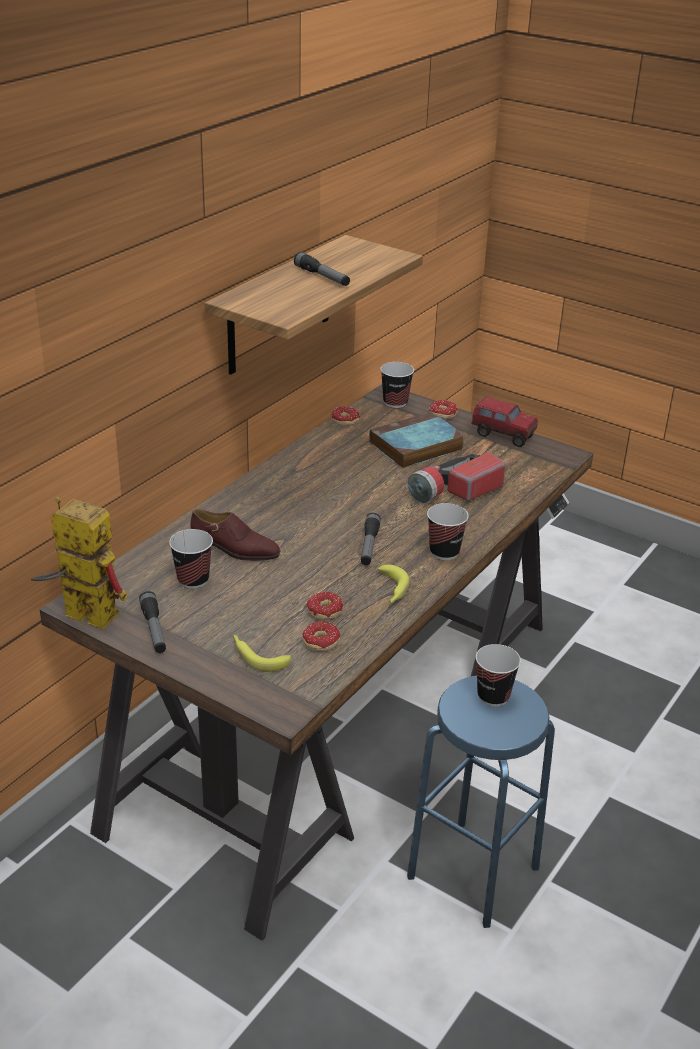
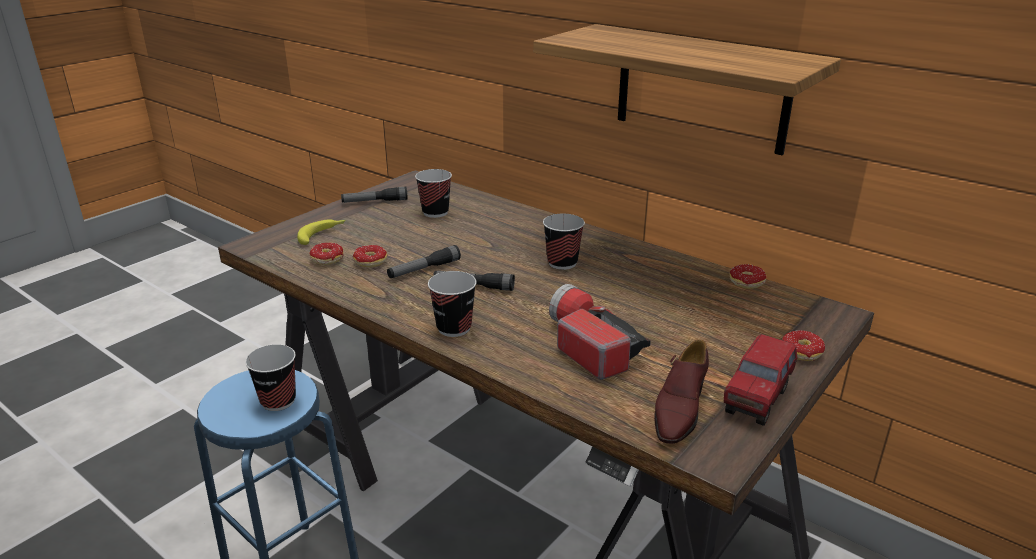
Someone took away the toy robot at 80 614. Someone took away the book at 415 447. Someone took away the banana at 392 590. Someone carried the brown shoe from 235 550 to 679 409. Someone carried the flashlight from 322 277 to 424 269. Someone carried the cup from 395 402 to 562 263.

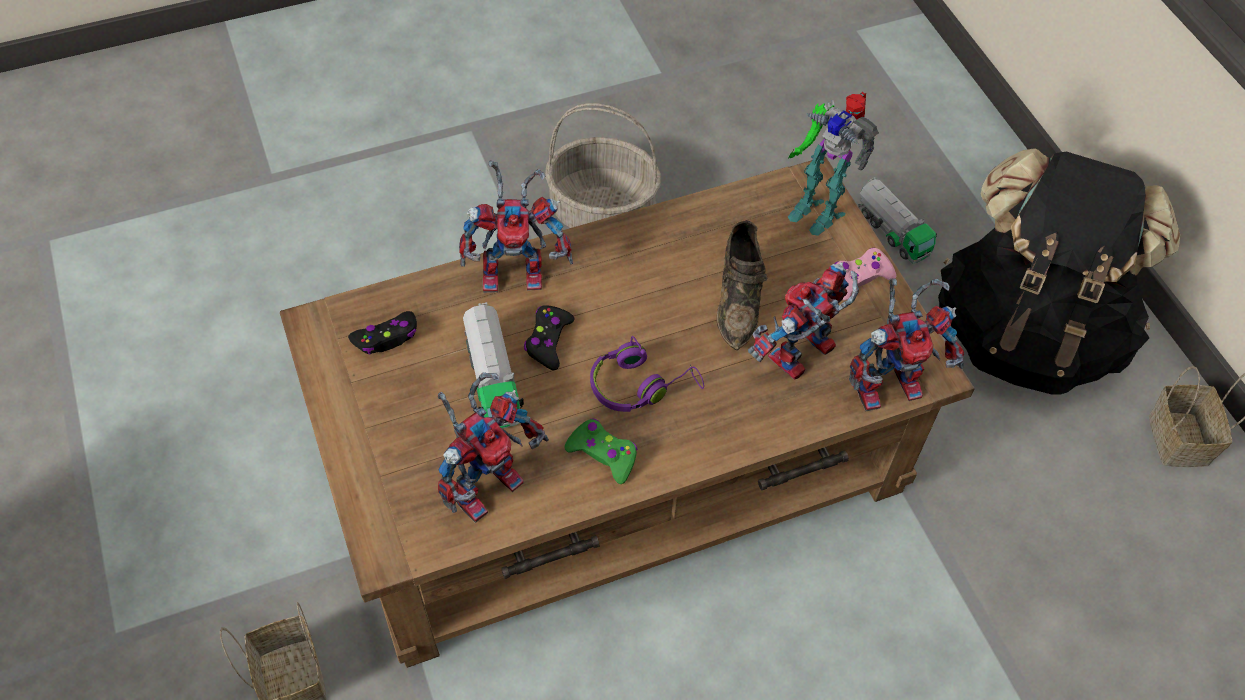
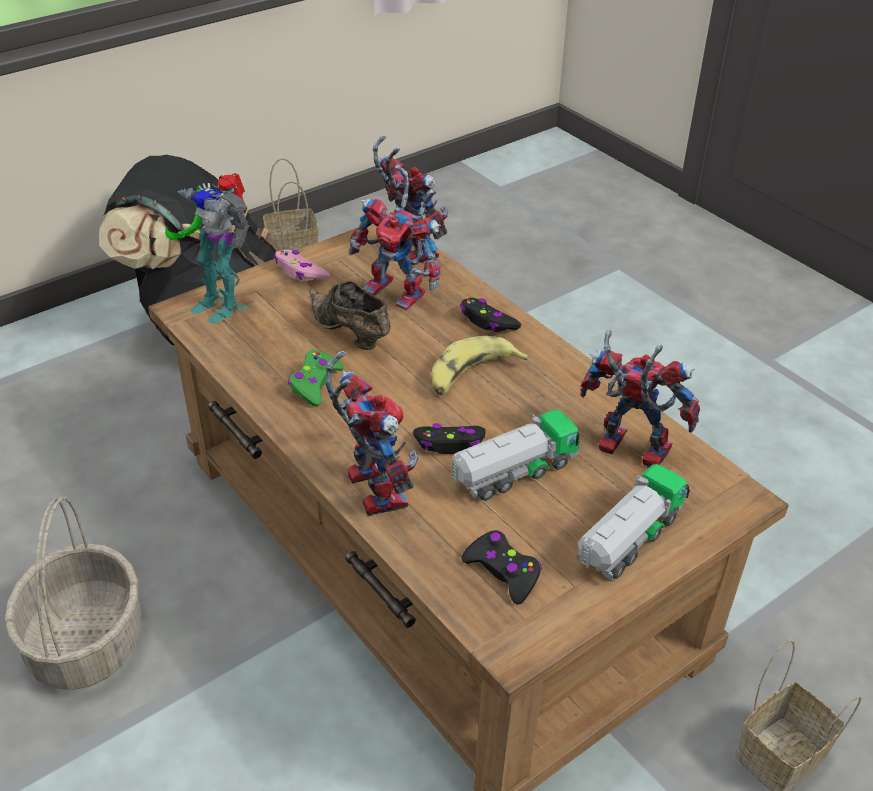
Someone put down the black game controller at 487 322. Someone carried the green game controller from 603 454 to 315 384. Someone carried the toy truck from 892 231 to 628 541. Someone swapped the purple headphones at 641 385 for the banana at 471 375. Someone rotated the brown shoe at 738 300 by 120 degrees counterclockwise. Someone rotated the toy robot at 816 208 by 105 degrees clockwise.

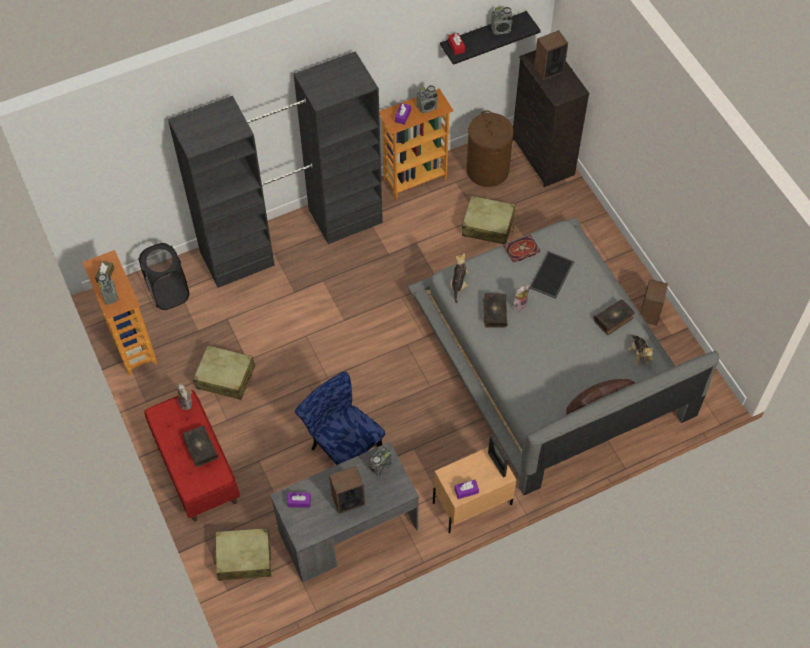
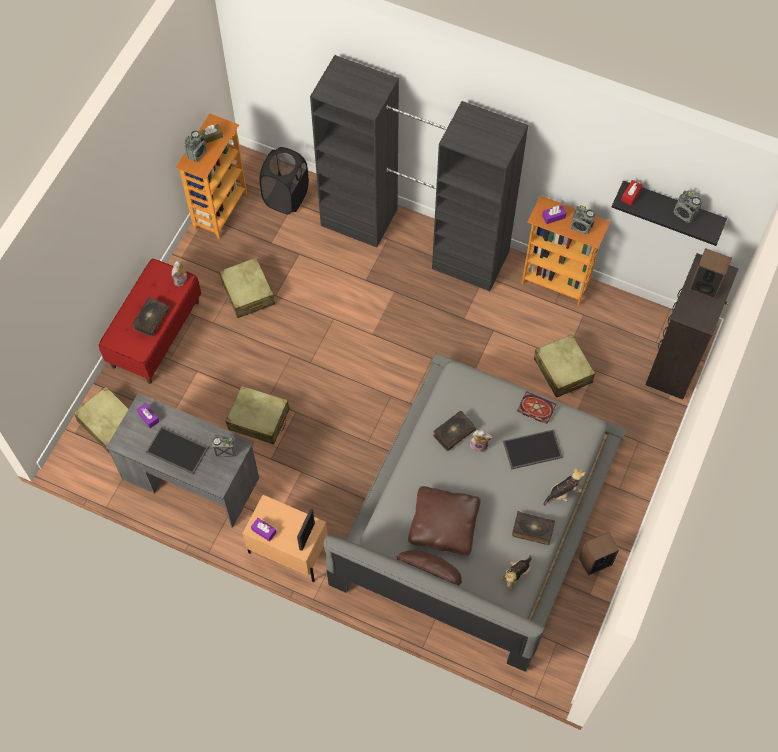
Someone took away the brown laundry basket at 487 170. Someone put down the brown pillow at 444 524. Someone carried the plush toy from 458 284 to 563 492. Someone swapped the blue chair at 342 446 for the beige suitcase at 259 419. Someone swapped the speaker at 348 499 for the tray at 178 449.

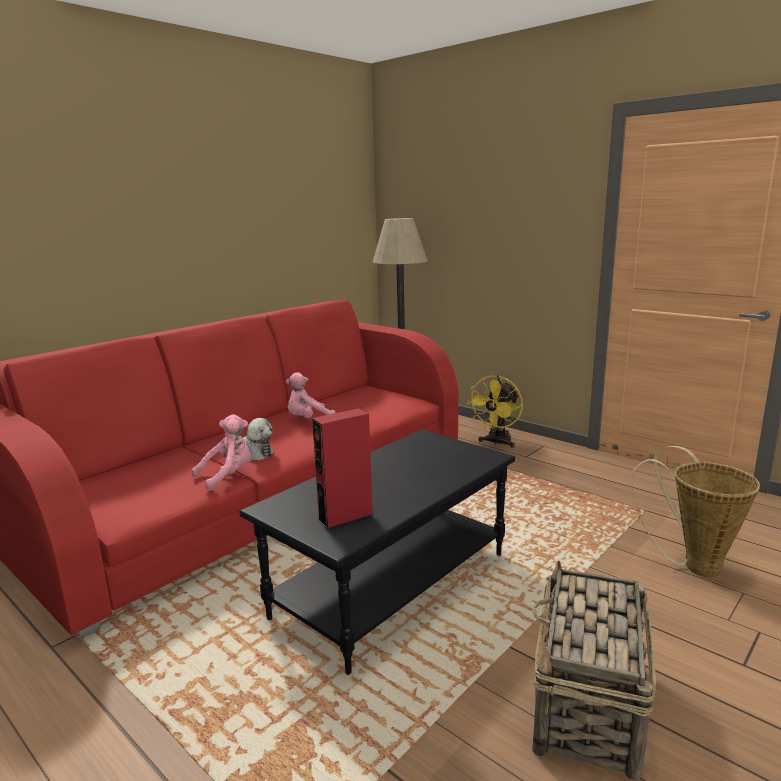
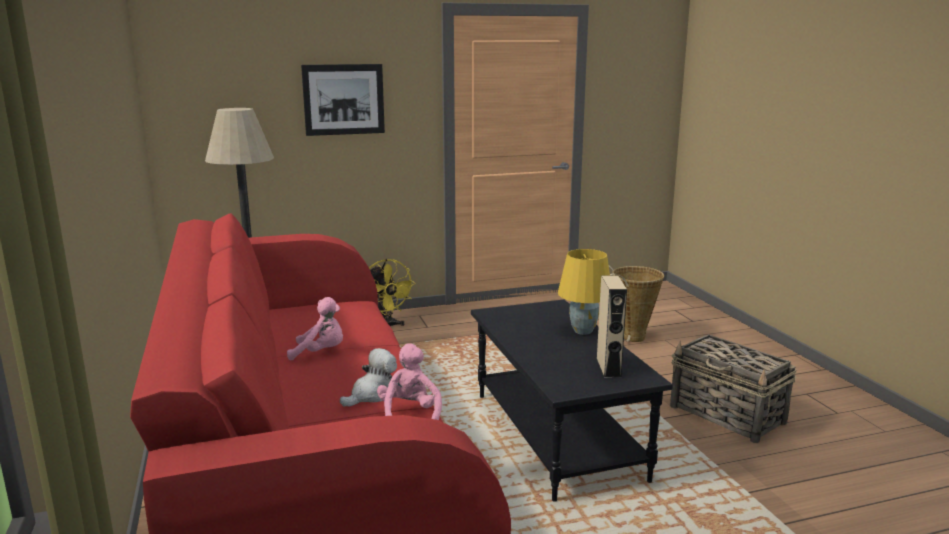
Someone put up the picture at 343 99. Someone put down the yellow table lamp at 583 331. Someone repainted the red speaker at 346 517, which became the beige speaker at 608 367. Someone rotated the pink plush toy at 308 420 by 90 degrees counterclockwise.

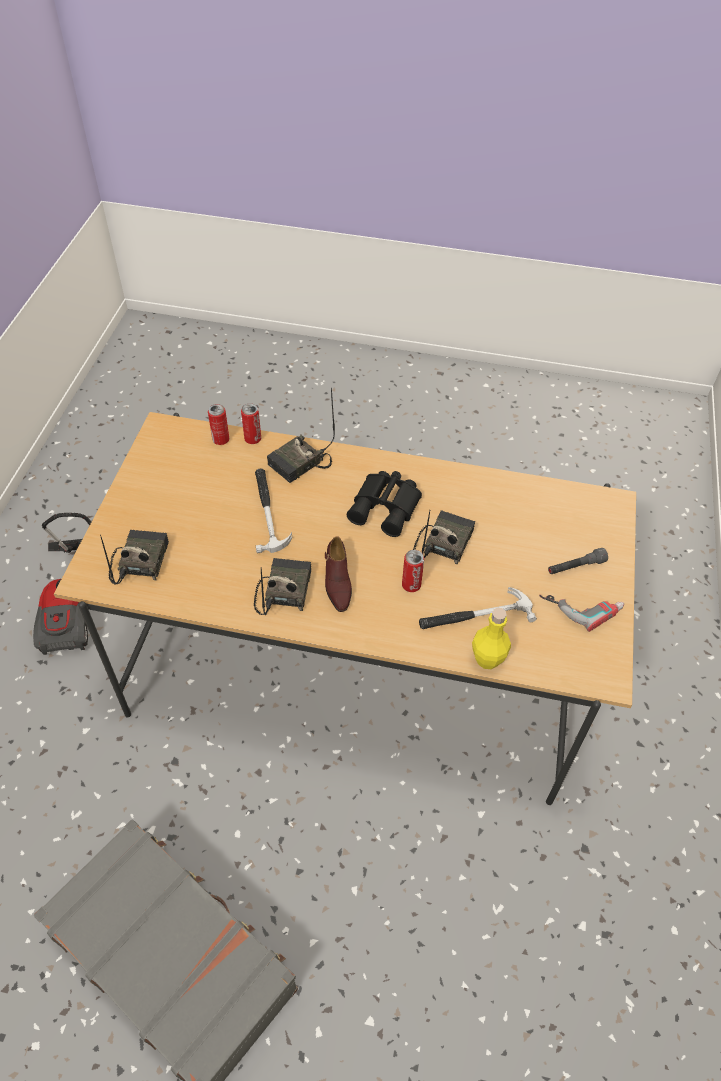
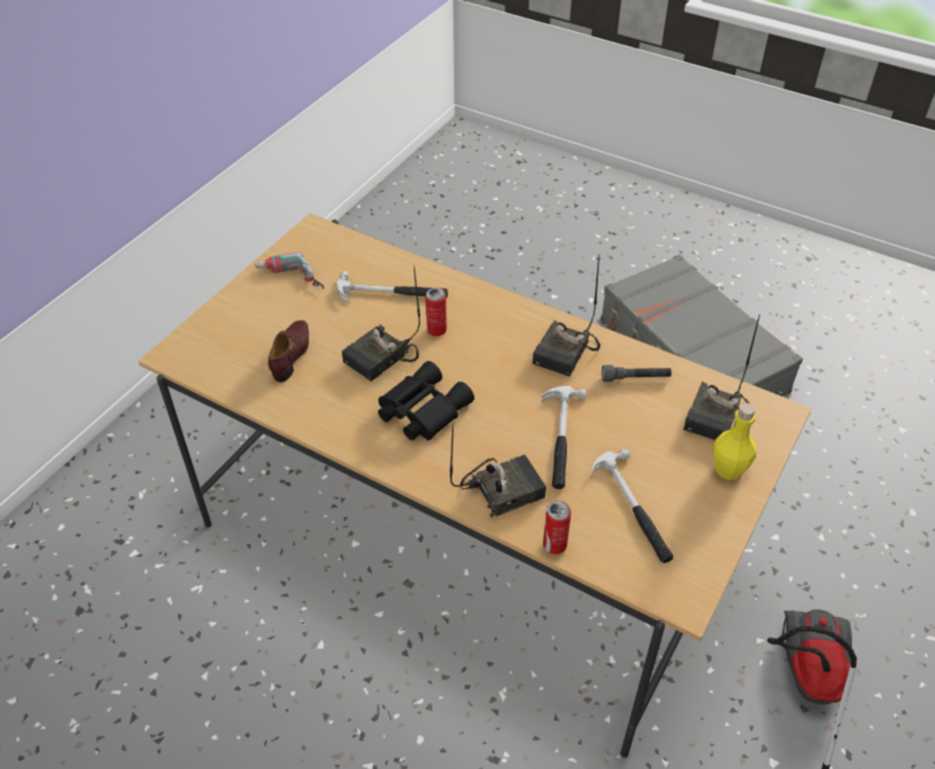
Someone took away the can at 221 439. Someone put down the hammer at 633 509. Someone carried the brown shoe from 337 582 to 292 354. Someone carried the yellow bottle from 487 659 to 728 470. Someone carried the grey flashlight from 575 567 to 635 378.

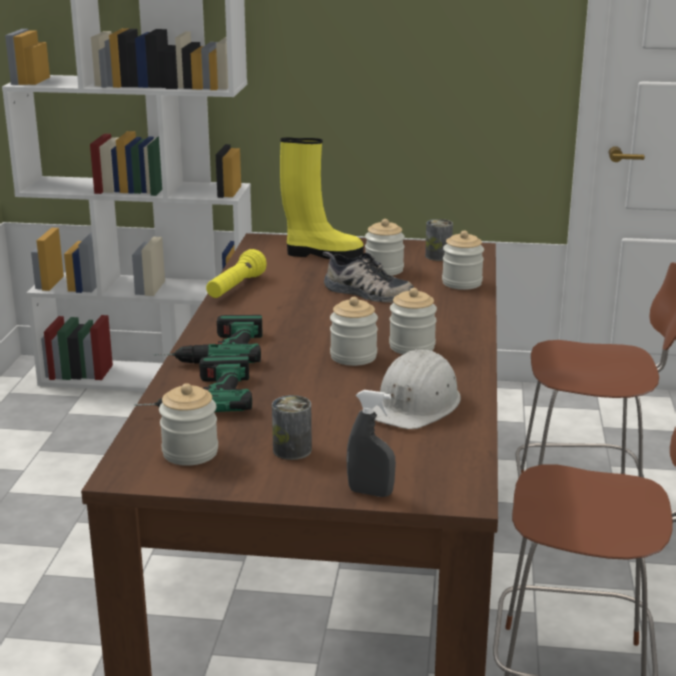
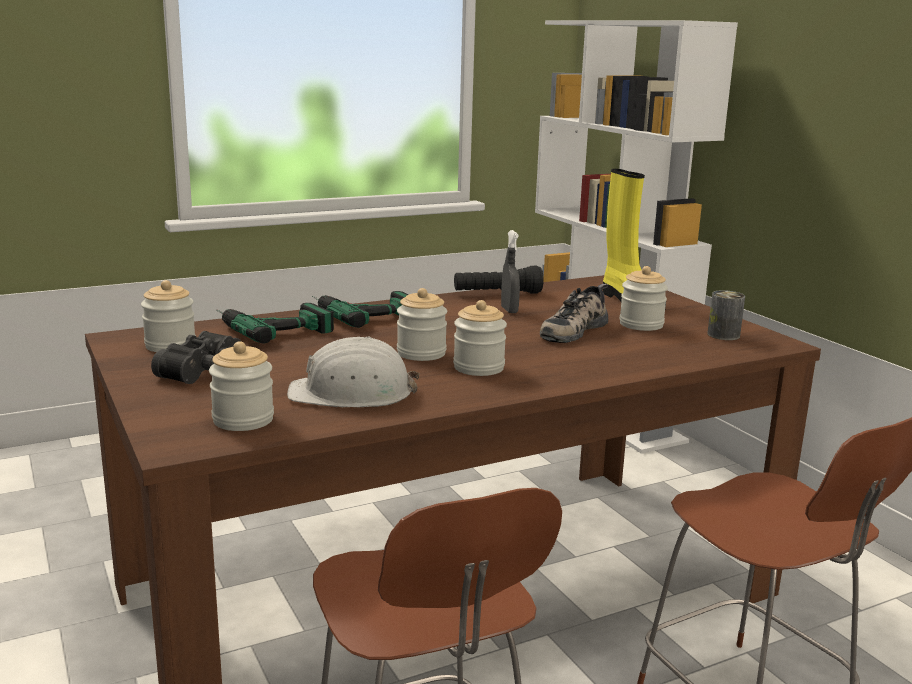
Someone carried the grey spray bottle from 370 492 to 509 310. Someone carried the jar from 462 283 to 243 420. Someone swapped the can at 292 450 for the black binoculars at 207 371. Someone repainted the yellow flashlight at 235 288, which became the black flashlight at 497 294. Someone rotated the shoe at 365 292 by 45 degrees clockwise.

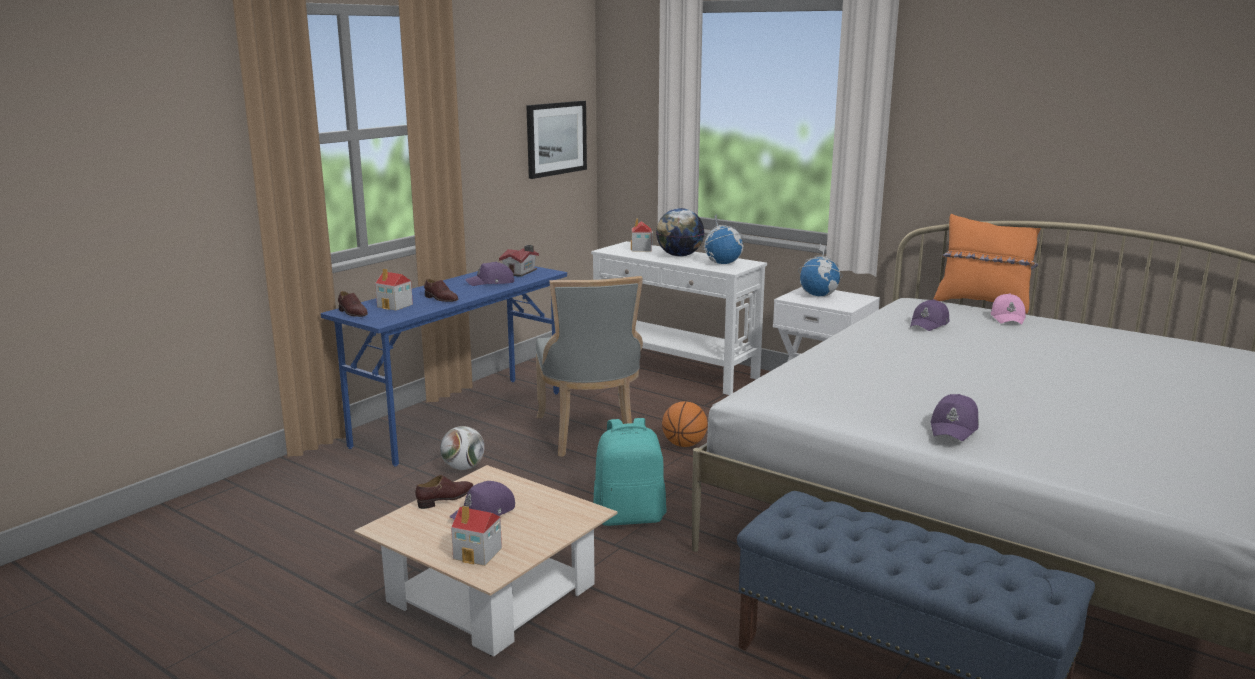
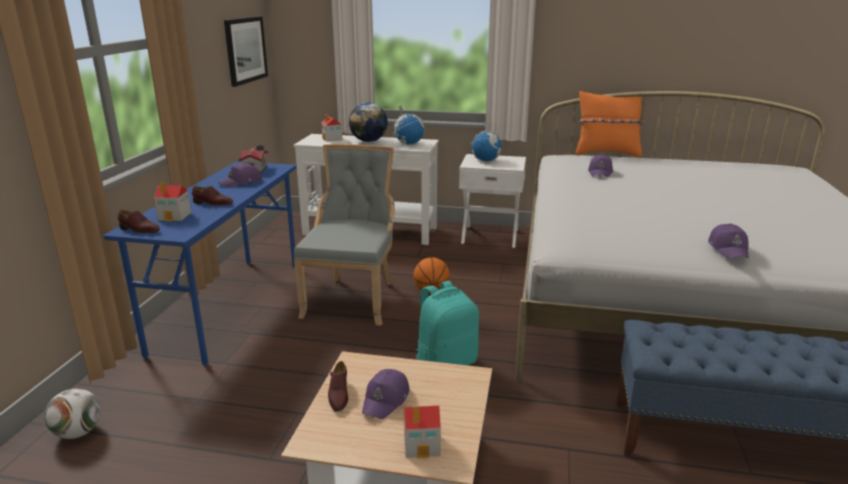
Someone took away the pink cap at 1008 318. Someone carried the football from 463 468 to 78 432. Someone rotated the brown shoe at 446 499 by 150 degrees clockwise. Someone rotated the grey chair at 589 435 by 135 degrees counterclockwise.

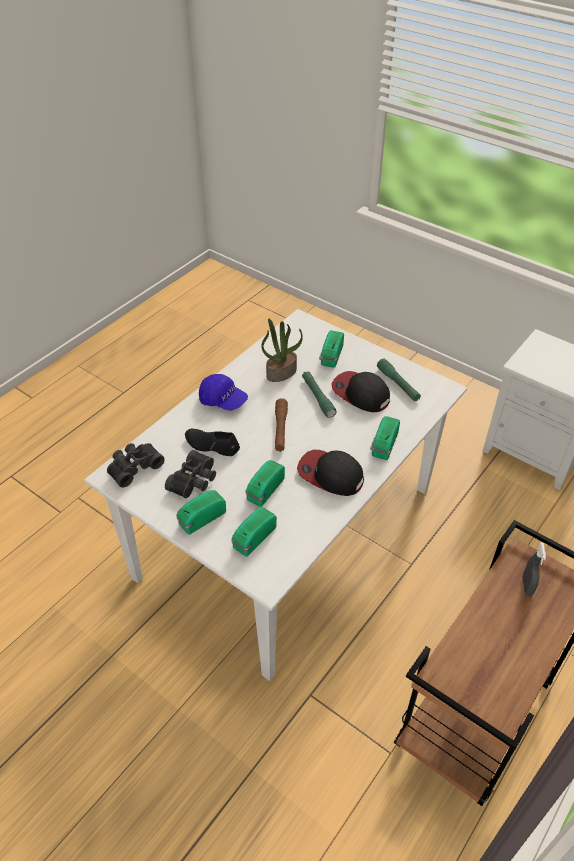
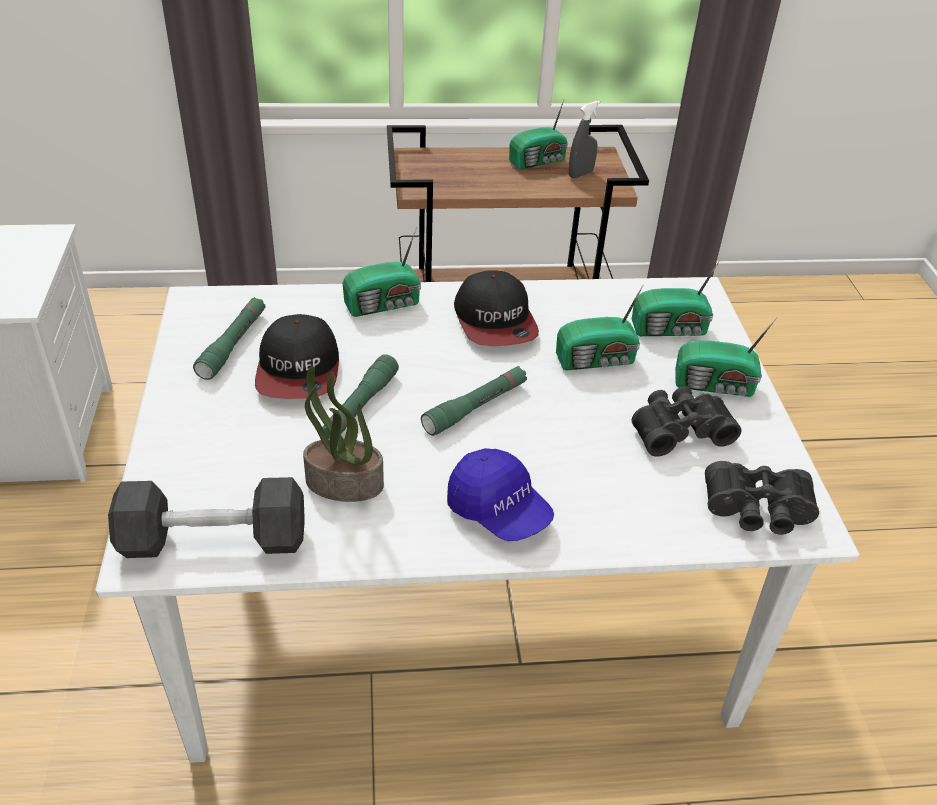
Someone took away the black shoe at 212 445. Someone put down the black dumbbell at 214 540. Someone carried the radio from 330 356 to 539 161. Someone carried the grey spray bottle from 527 586 to 580 174. Someone repainted the brown flashlight at 280 429, which became the green flashlight at 475 407. Someone rotated the blue cap at 223 400 by 150 degrees clockwise.

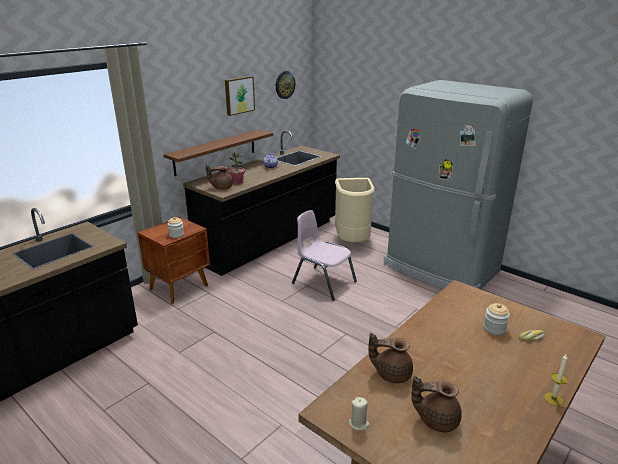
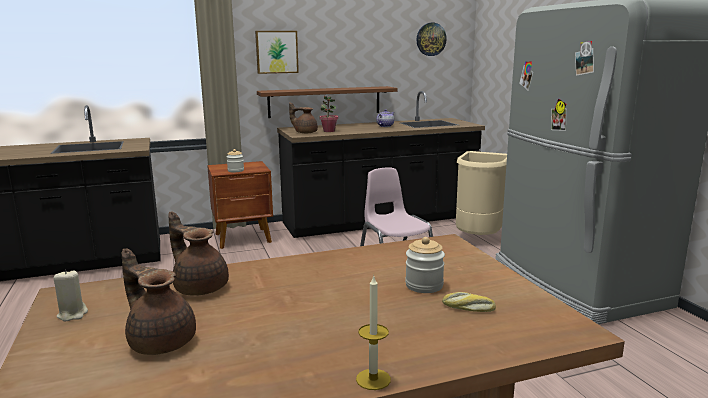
Someone carried the picture from 239 95 to 276 52.

